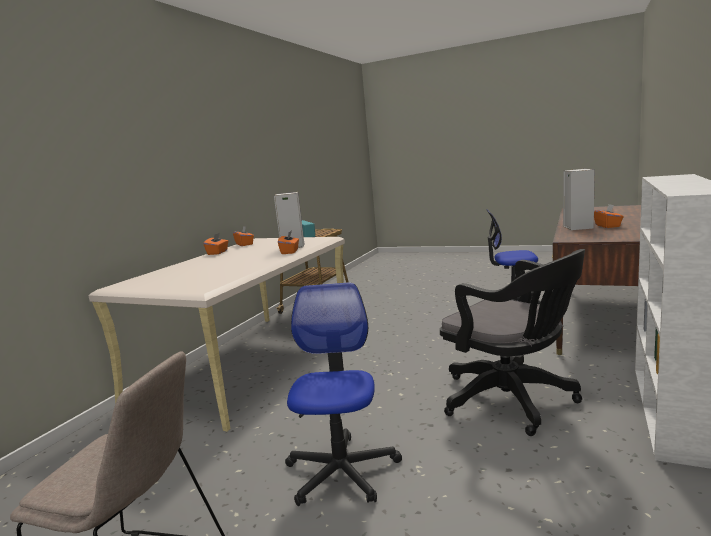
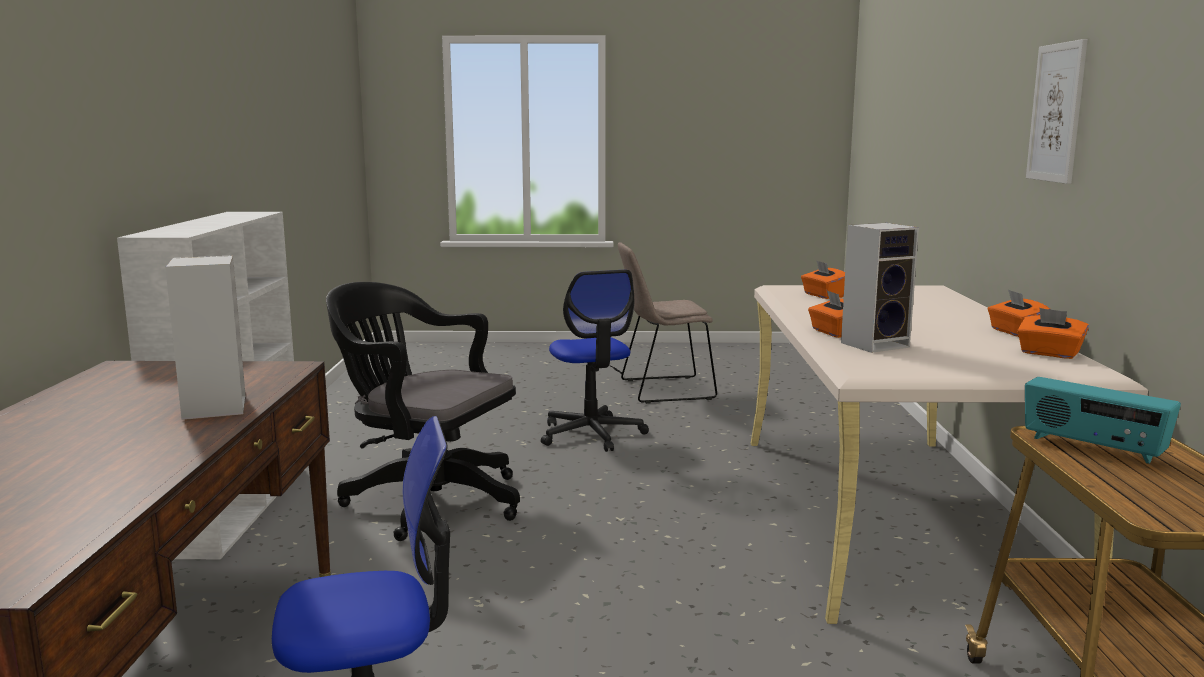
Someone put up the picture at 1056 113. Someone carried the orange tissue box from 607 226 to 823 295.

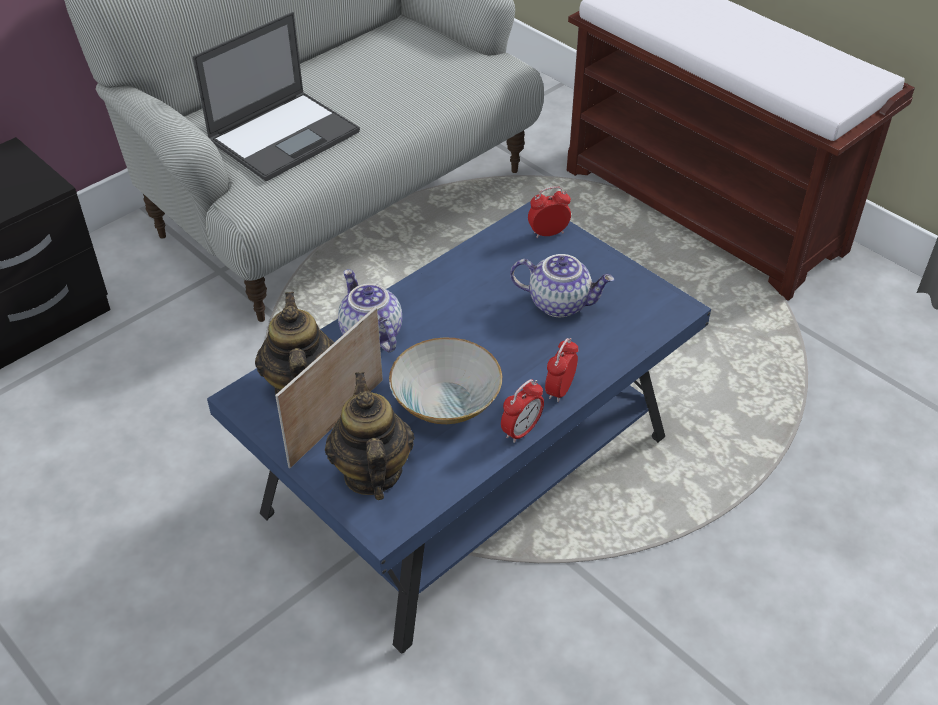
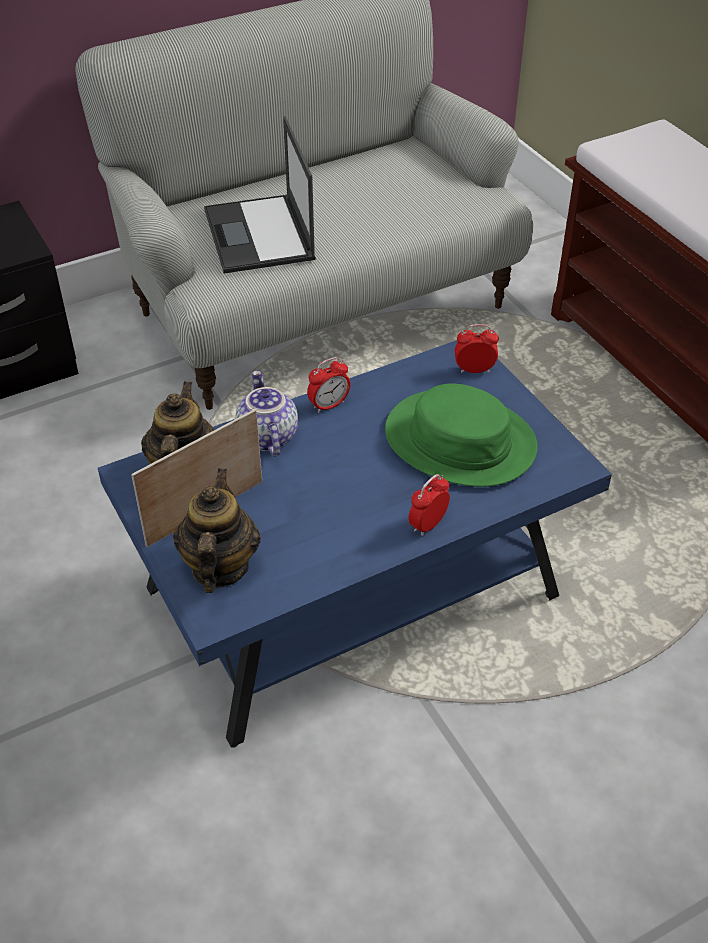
Someone took away the bowl at 444 401. Someone carried the alarm clock from 521 430 to 329 405. Someone swapped the teapot at 560 303 for the green hat at 460 440. Someone rotated the laptop at 285 135 by 105 degrees clockwise.

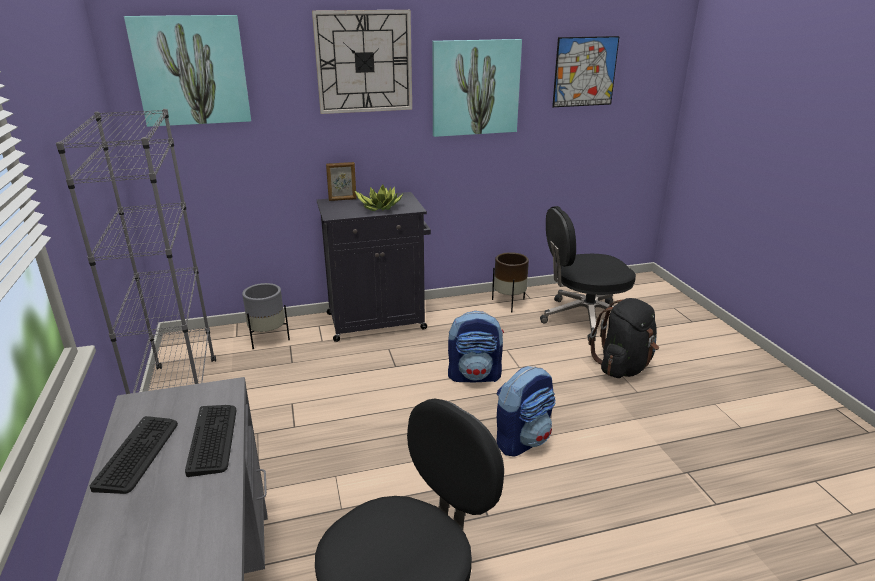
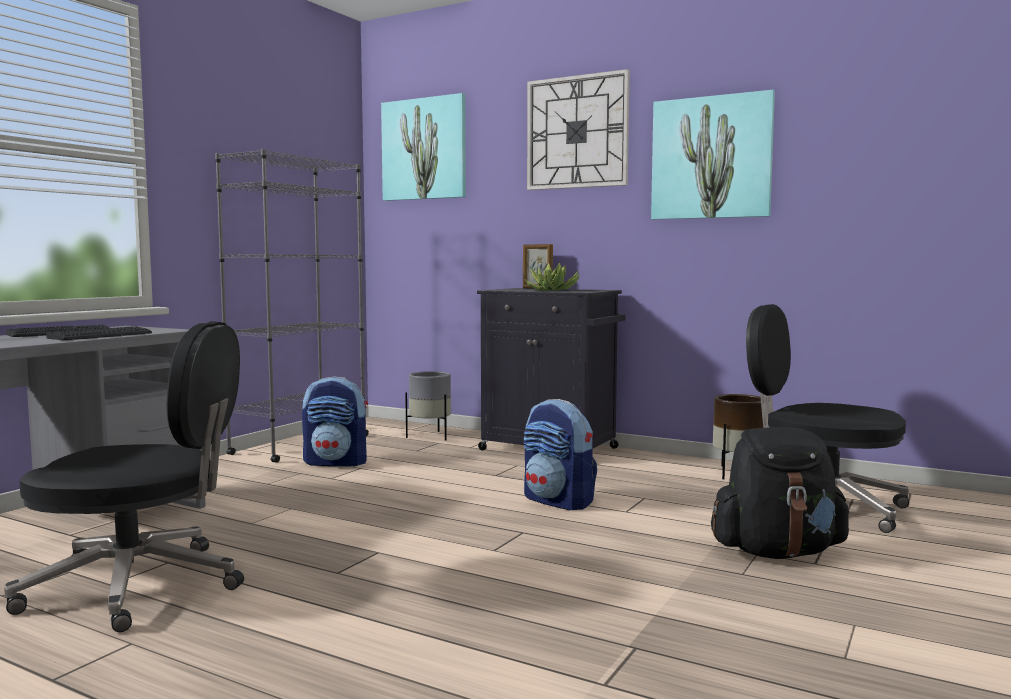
Someone took away the picture at 585 72. Someone carried the backpack from 522 440 to 337 462.

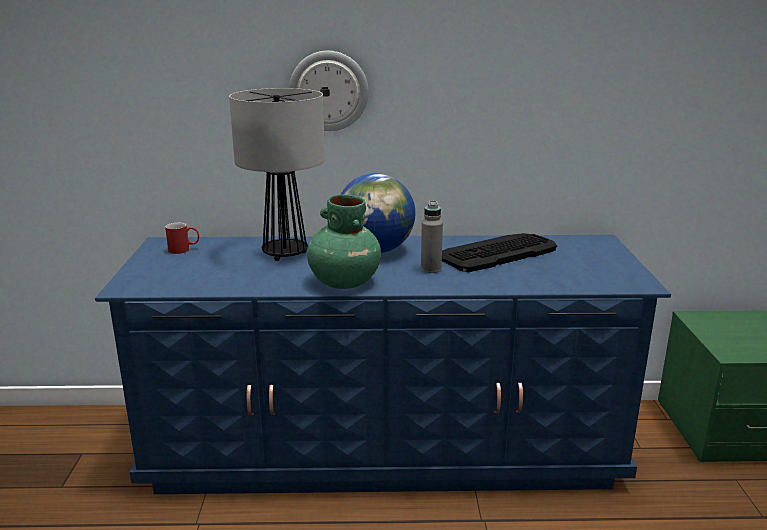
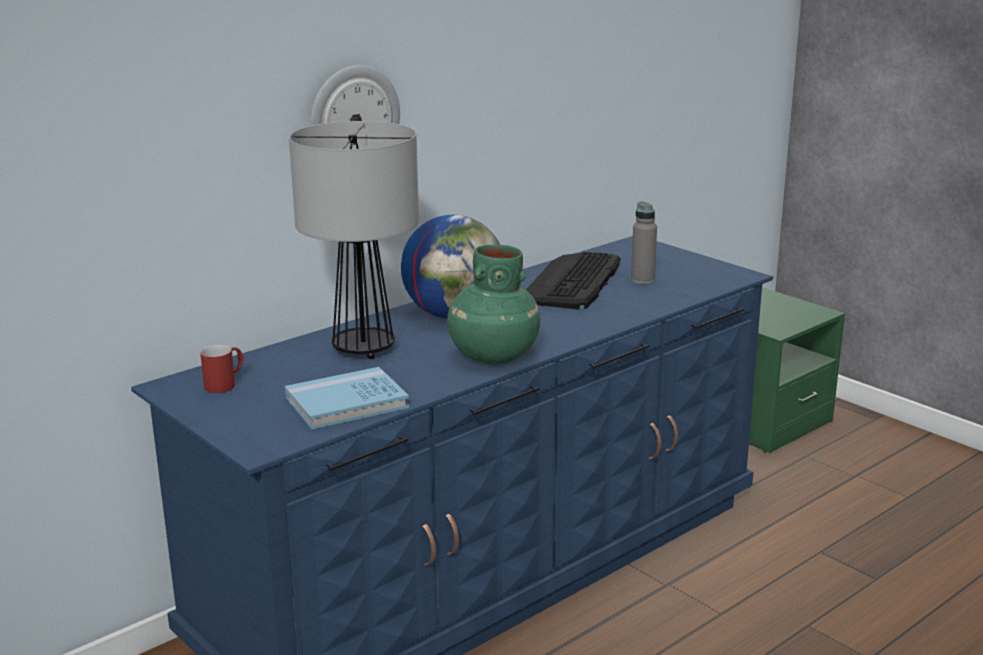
Someone put down the blue book at 346 403. Someone carried the grey bottle from 431 269 to 642 280.

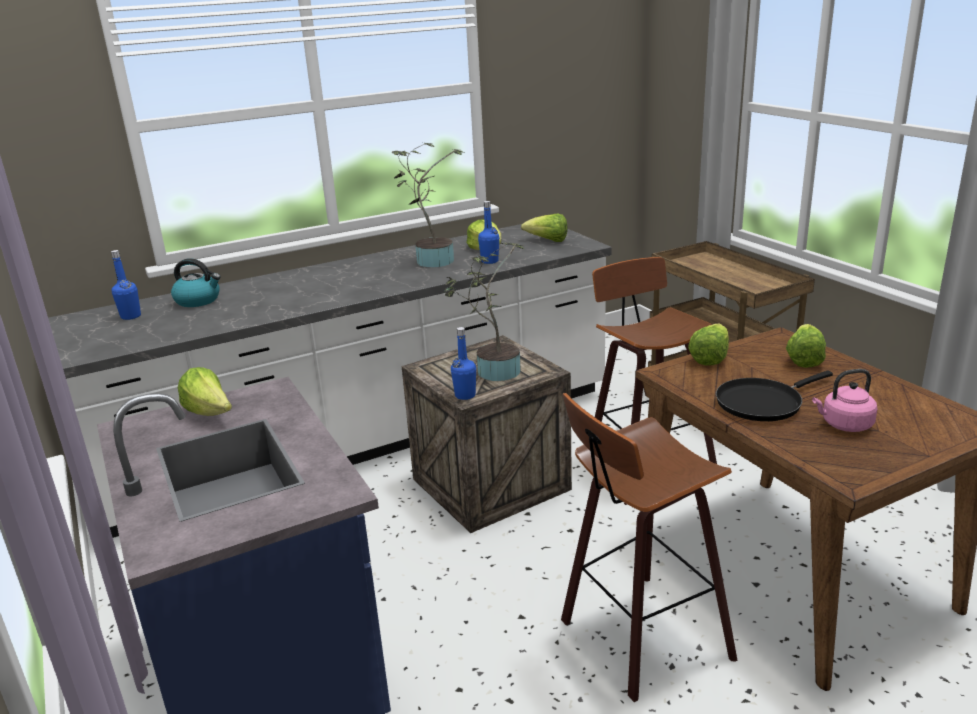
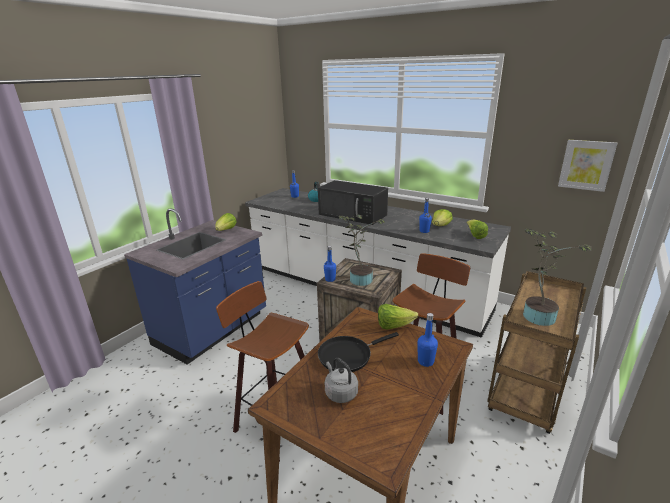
Someone put down the black microwave at 353 214. Someone put up the picture at 586 165. Someone carried the potted plant from 431 260 to 537 314. Someone swapped the lettuce at 803 359 for the blue bottle at 425 361. Someone repainted the pink kettle at 844 425, which became the grey kettle at 340 392. Someone rotated the black frying pan at 762 403 by 60 degrees counterclockwise.

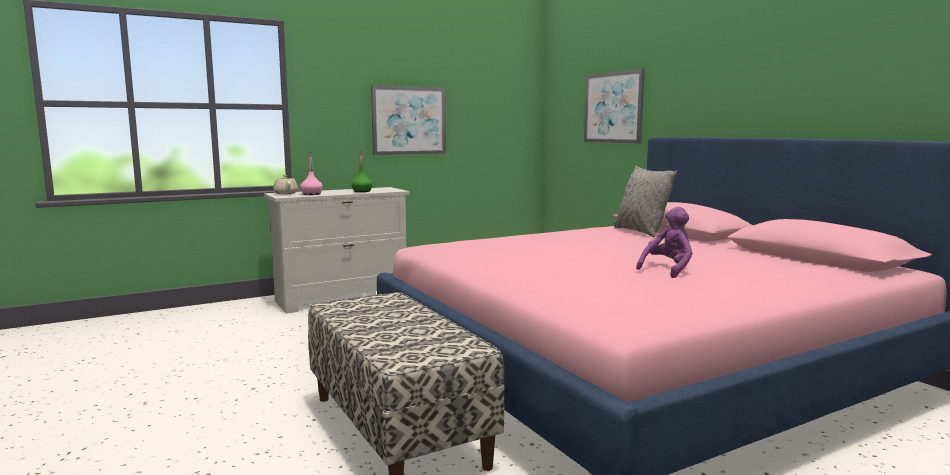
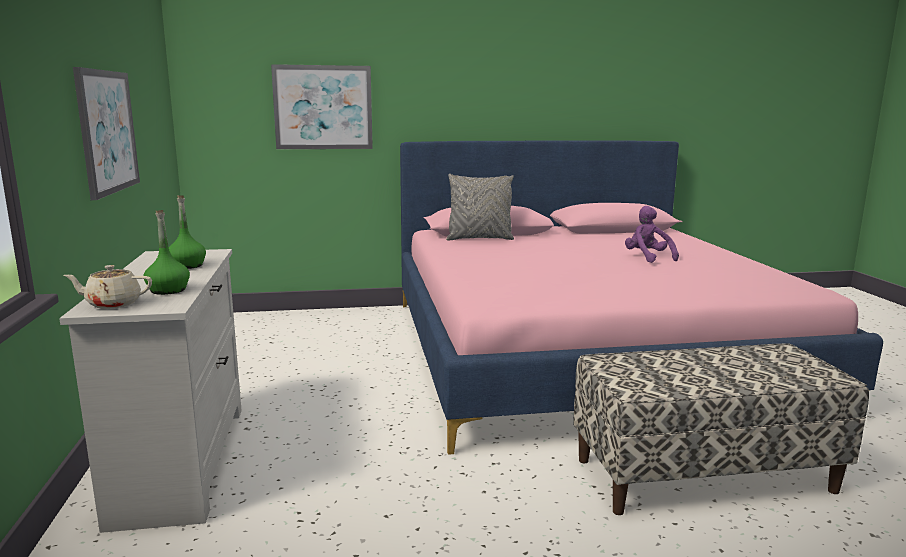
Someone repainted the pink bottle at 311 194, which became the green bottle at 168 290.

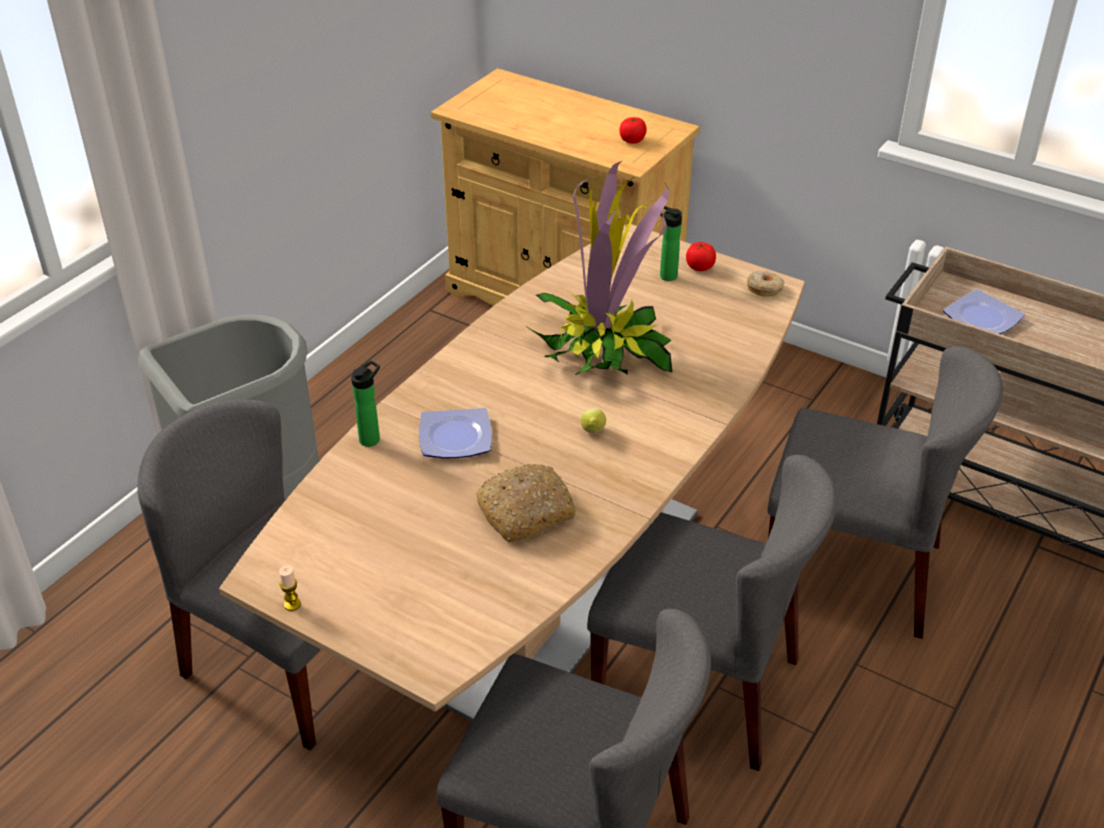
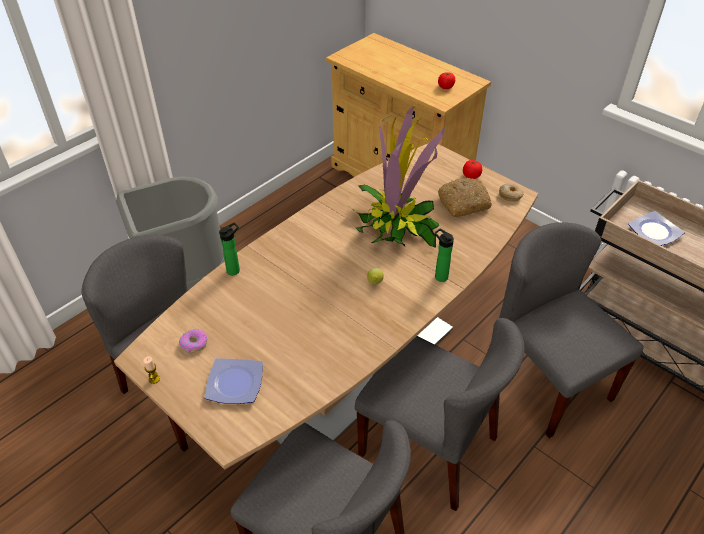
Someone put down the donut at 194 343. Someone carried the plate from 457 437 to 236 382. Someone carried the bread from 527 511 to 464 203. Someone carried the bottle from 665 275 to 439 276. Someone rotated the grey chair at 854 570 by 150 degrees counterclockwise.

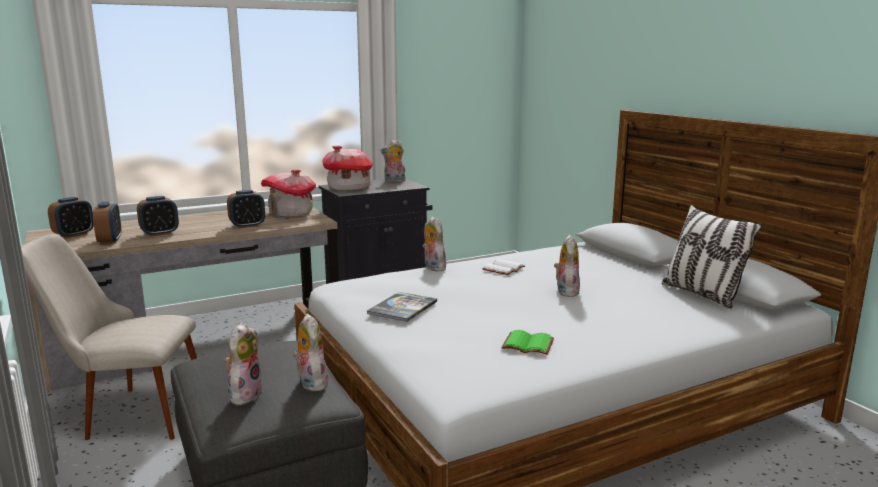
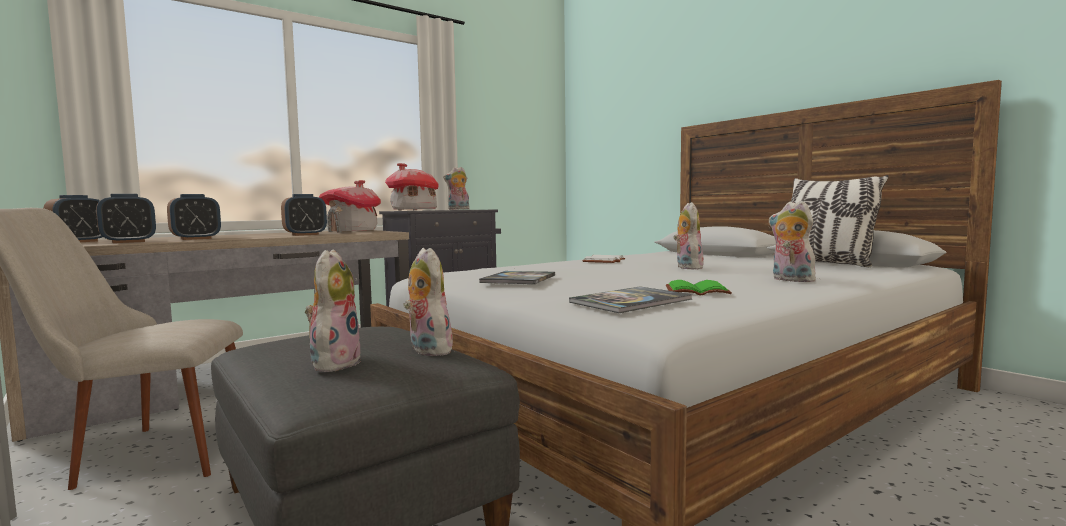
Someone put down the book at 630 301. Someone carried the plush toy from 432 267 to 790 280. Someone rotated the alarm clock at 110 241 by 75 degrees clockwise.

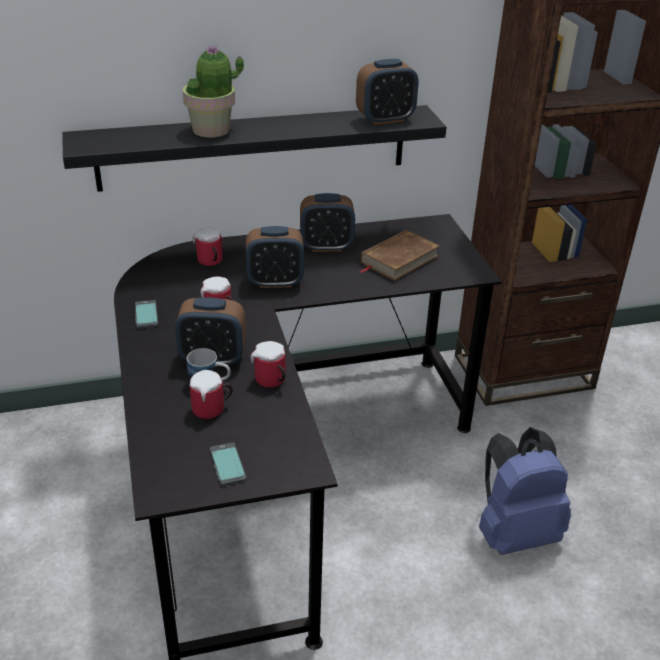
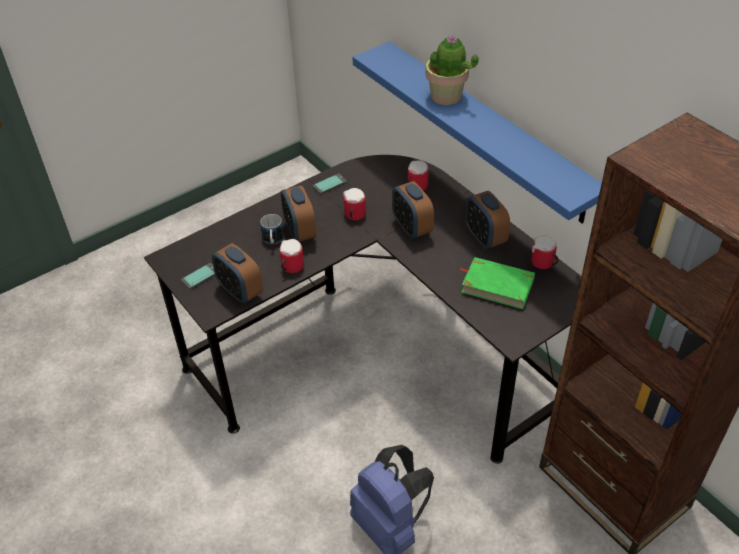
Someone carried the mug from 213 409 to 544 264. Someone carried the alarm clock from 385 119 to 240 291. Someone repainted the black shelf at 253 147, which became the blue shelf at 486 129. Someone repainted the brown book at 398 259, which became the green book at 497 286.

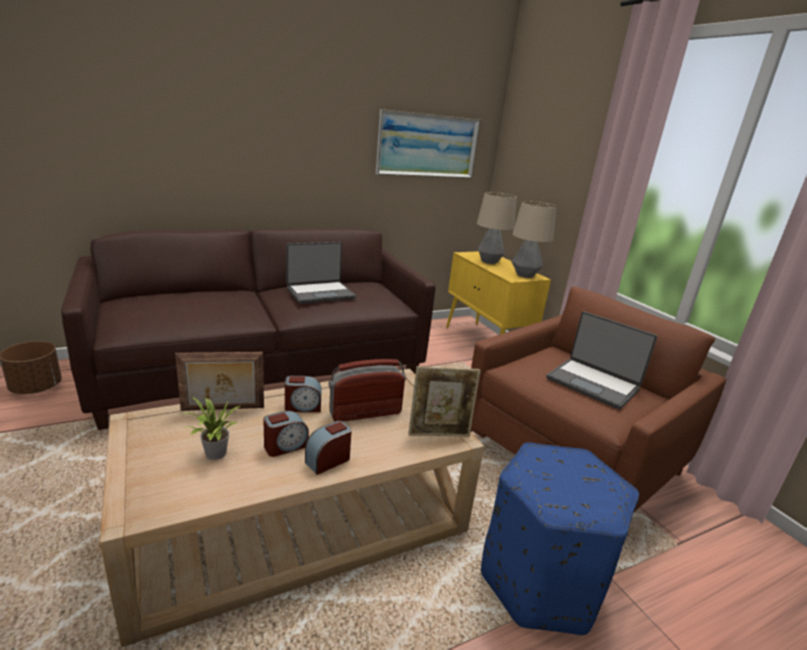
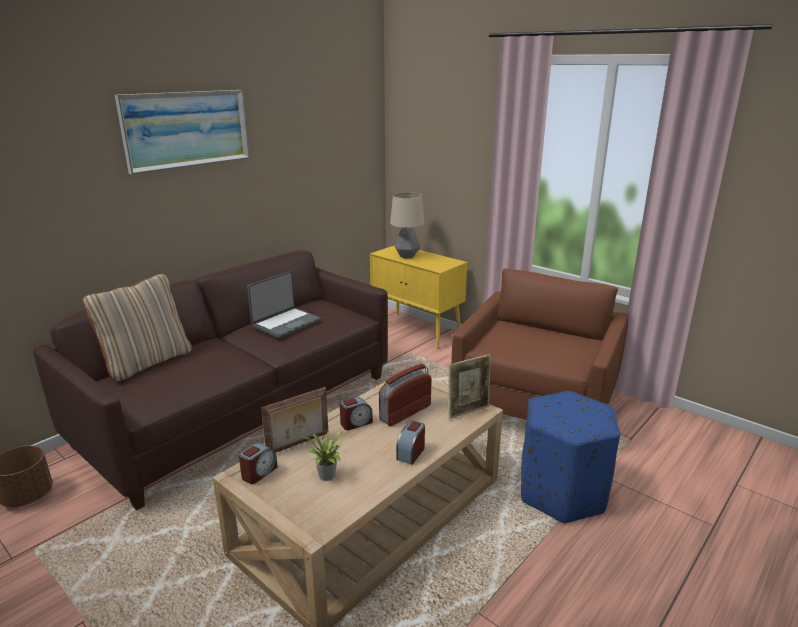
Someone took away the table lamp at 524 275. Someone took away the laptop at 593 383. Someone put down the beige pillow at 147 362. Someone carried the alarm clock from 285 446 to 259 473. Someone carried the picture from 427 146 to 187 129.

